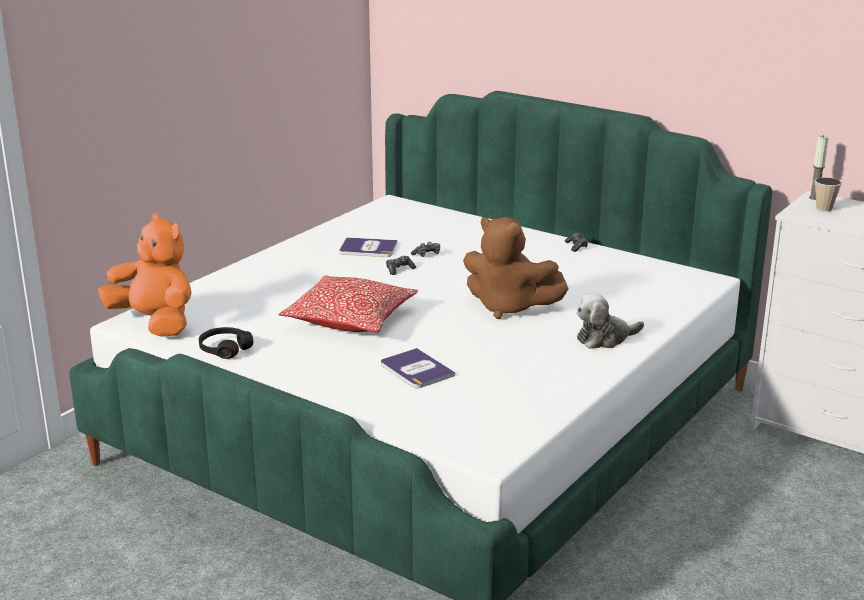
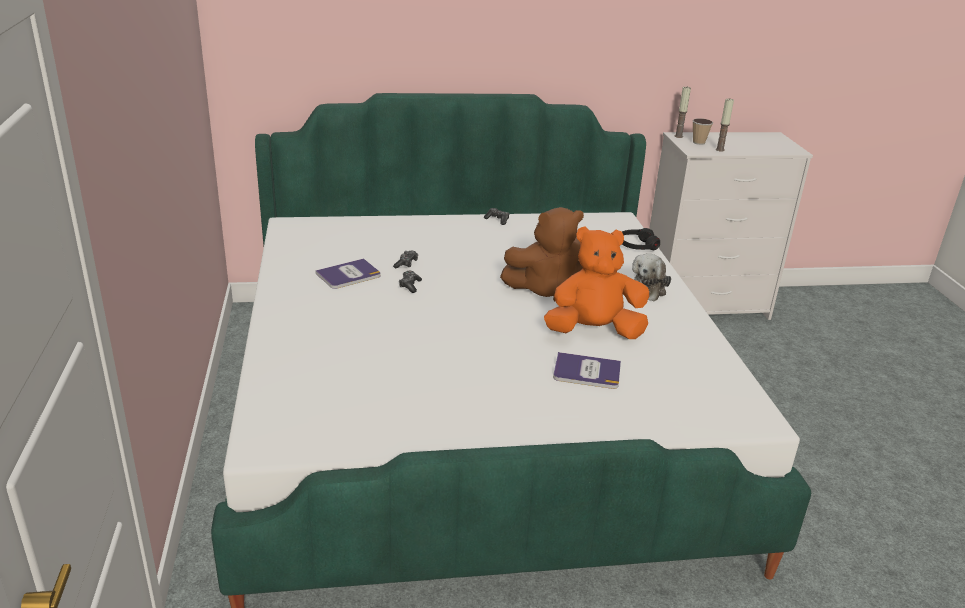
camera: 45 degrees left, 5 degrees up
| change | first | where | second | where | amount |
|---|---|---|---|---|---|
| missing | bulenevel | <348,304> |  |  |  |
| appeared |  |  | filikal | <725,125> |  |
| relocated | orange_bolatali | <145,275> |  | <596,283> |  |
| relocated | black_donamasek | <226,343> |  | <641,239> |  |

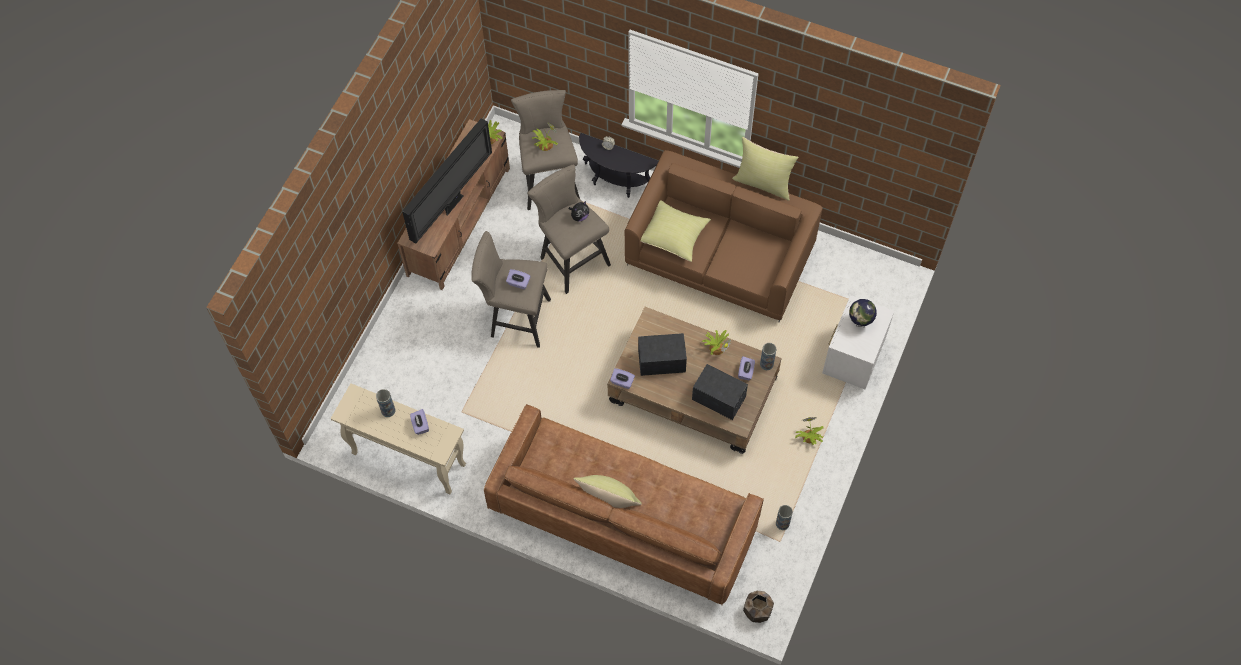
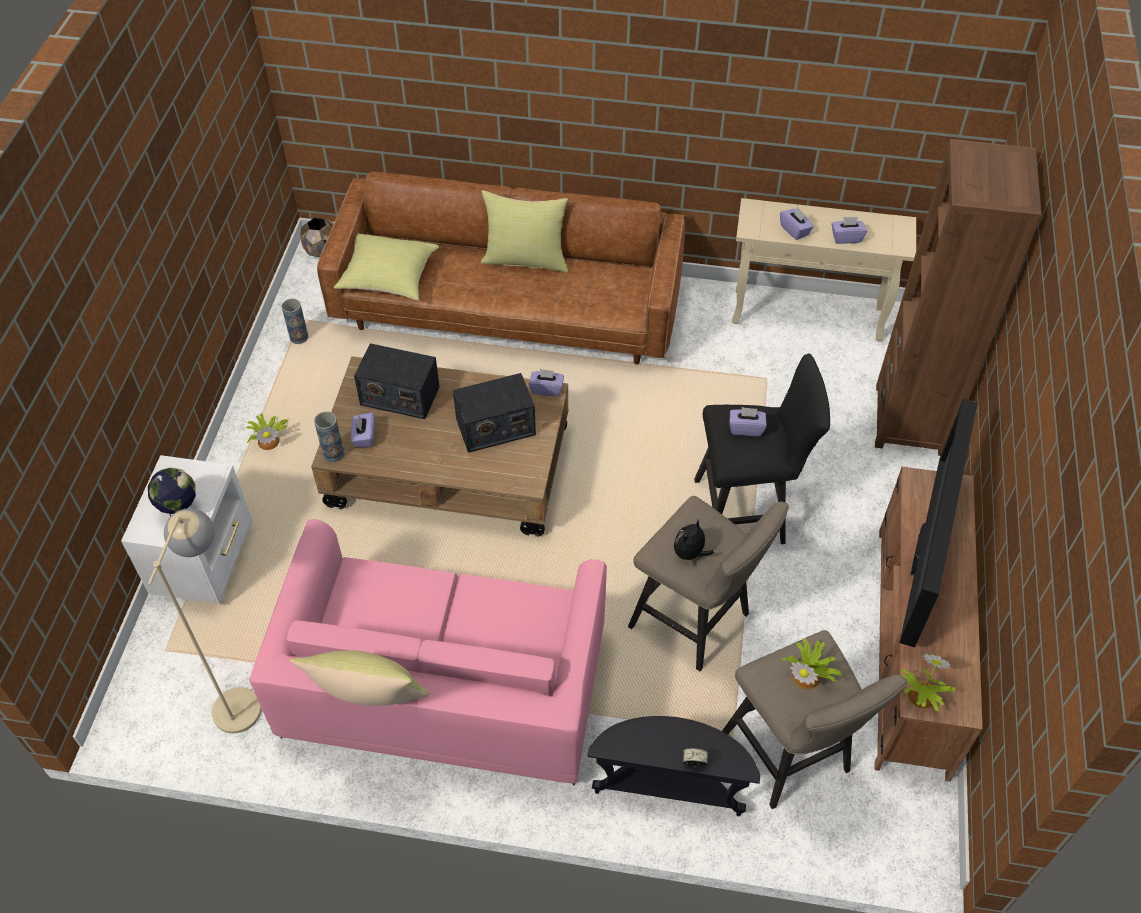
camera: 165 degrees right, 10 degrees down
| change | first | where | second | where | amount |
|---|---|---|---|---|---|
| missing | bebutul | <716,342> |  |  |  |
| appeared |  |  | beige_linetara | <205,620> |  |
| appeared |  |  | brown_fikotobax | <958,297> |  |
| relocated | yellow_bulenevel | <675,231> |  | <386,267> |  |
| exchanged | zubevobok | <385,403> | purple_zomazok | <849,230> |  |
| colour | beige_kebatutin | <511,289> | black_kebatutin | <762,449> |  |
| colour | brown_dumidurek | <724,236> | pink_dumidurek | <428,652> |  |

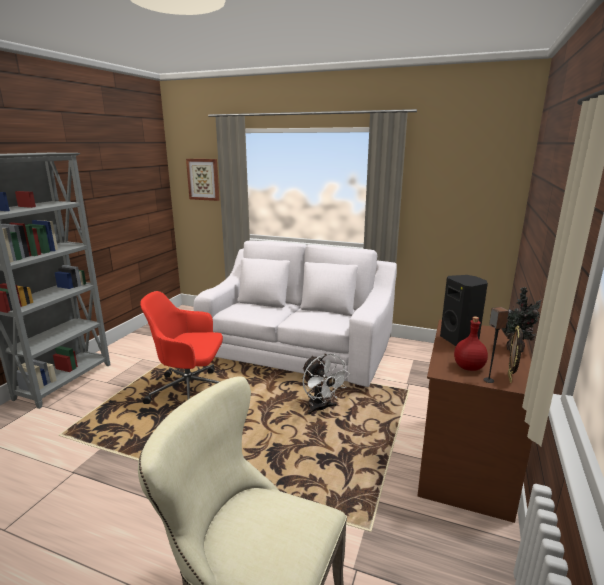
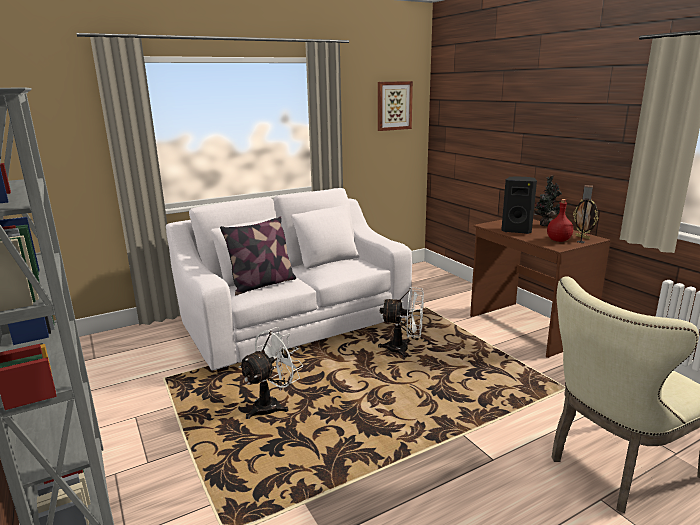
camera: 50 degrees left, 0 degrees up
| change | first | where | second | where | amount |
|---|---|---|---|---|---|
| appeared |  |  | bulenevel | <258,255> |  |
| relocated | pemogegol | <202,180> |  | <395,106> |  |
| exchanged | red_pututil | <181,347> | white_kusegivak | <270,373> |  |

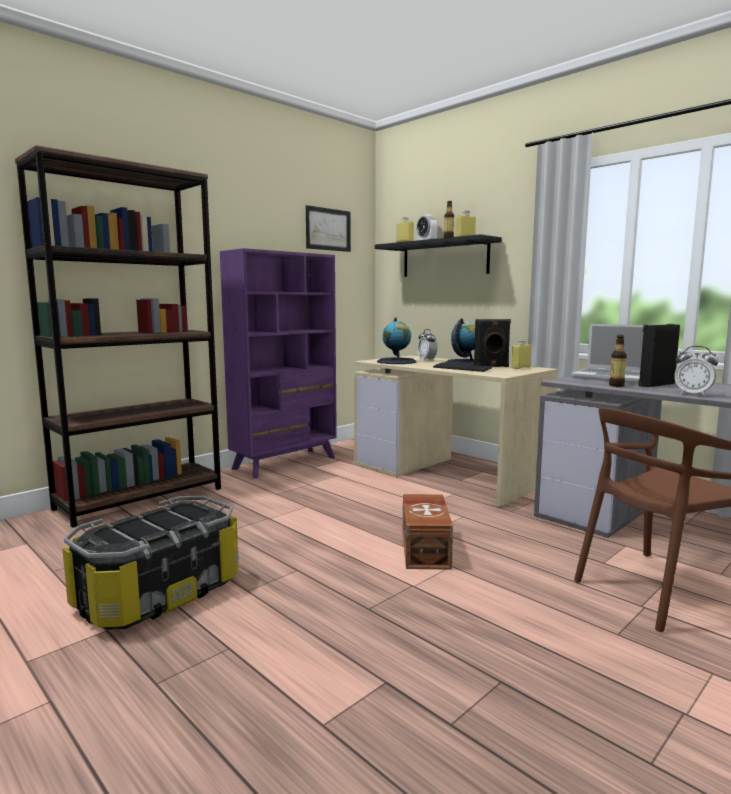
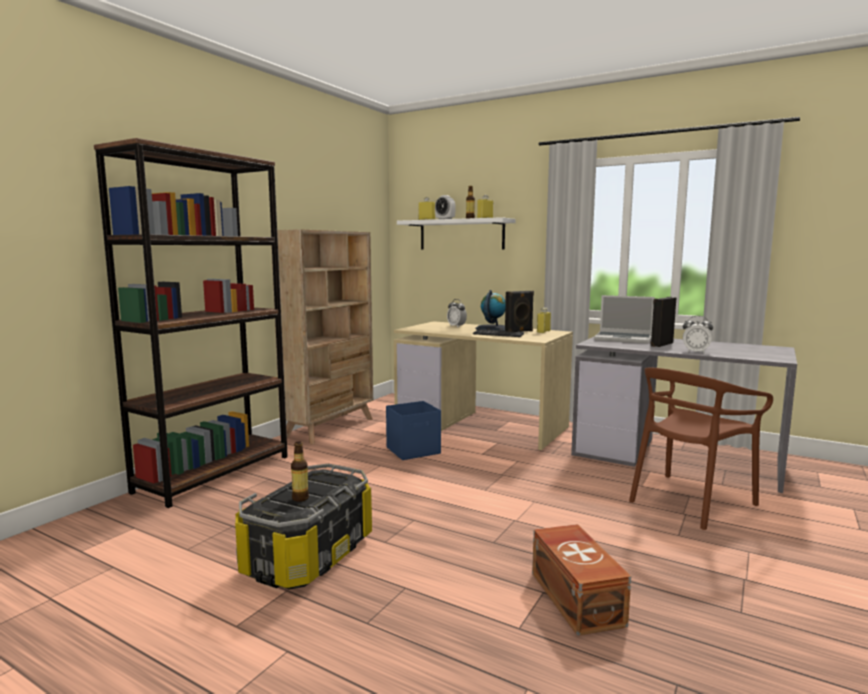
camera: 15 degrees left, 0 degrees up
| change | first | where | second | where | amount |
|---|---|---|---|---|---|
| missing | pemogegol | <328,228> |  |  |  |
| missing | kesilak | <396,340> |  |  |  |
| appeared |  |  | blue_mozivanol | <413,430> |  |
| relocated | brown_mozivanol | <428,532> |  | <581,580> |  |
| relocated | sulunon | <618,361> |  | <300,472> |  |
| colour | purple_fikotobax | <278,363> | beige_fikotobax | <321,336> |  |
| colour | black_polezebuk | <438,255> | white_polezebuk | <456,233> |  |

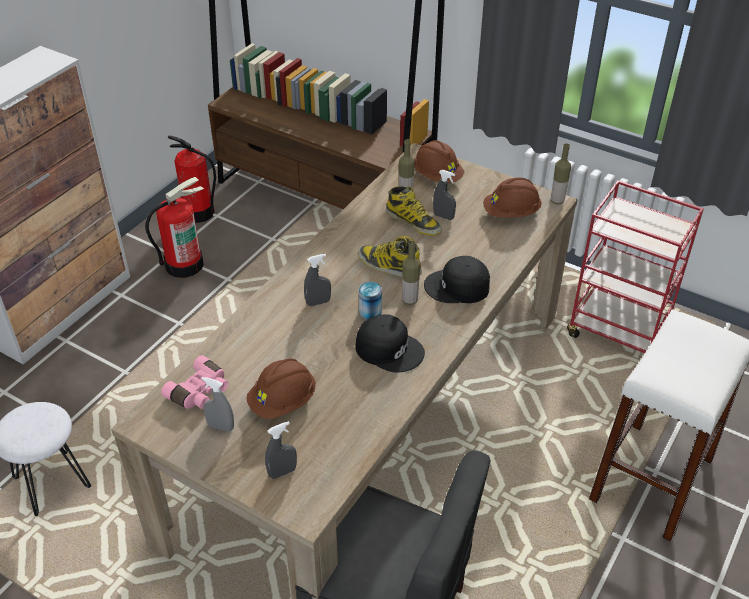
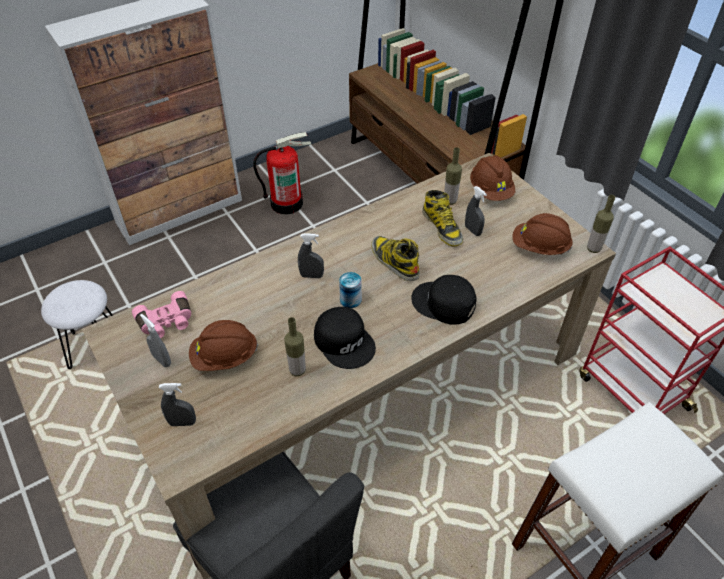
camera: 25 degrees right, 5 degrees up
| change | first | where | second | where | amount |
|---|---|---|---|---|---|
| missing | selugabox | <192,179> |  |  |  |
| relocated | sulunon | <411,273> |  | <295,346> |  |

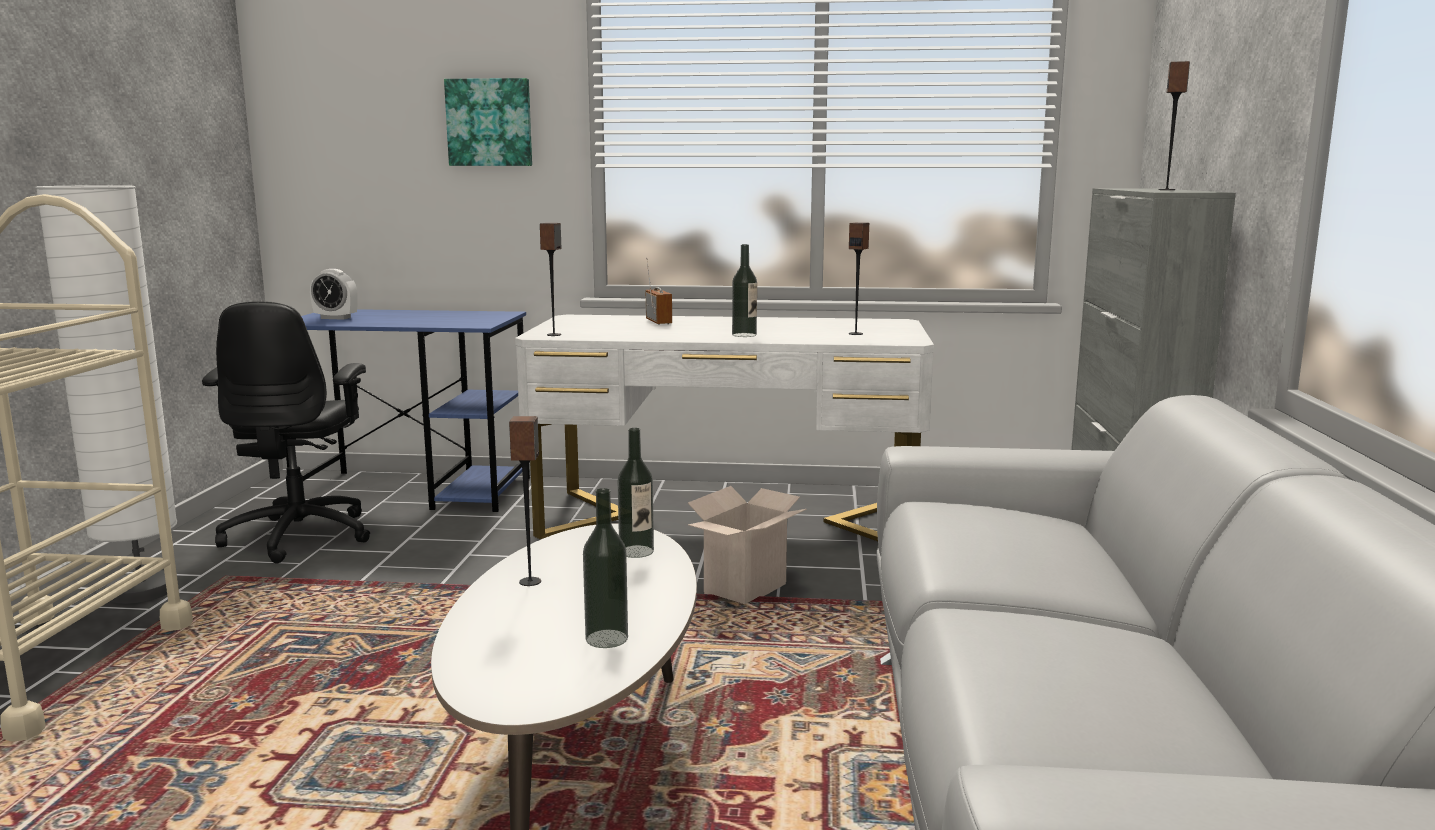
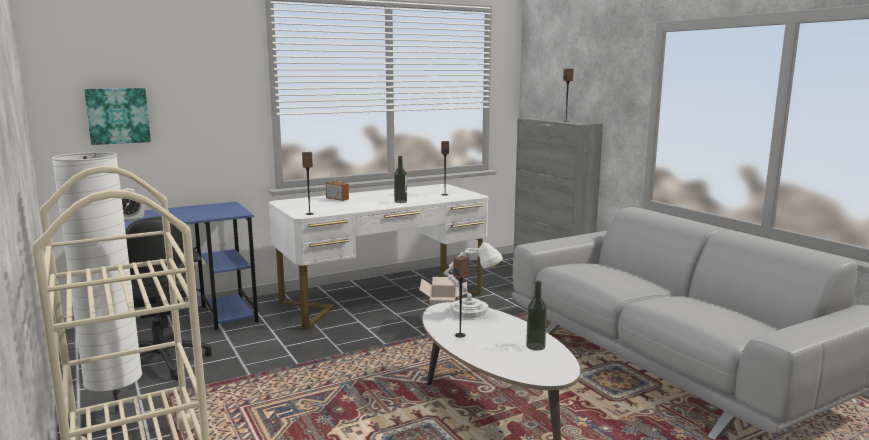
camera: 35 degrees left, 0 degrees up
| change | first | where | second | where | amount |
|---|---|---|---|---|---|
| relocated | pemogegol | <488,122> |  | <117,116> |  |
| exchanged | sulunon | <636,493> | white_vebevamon | <473,281> |  |

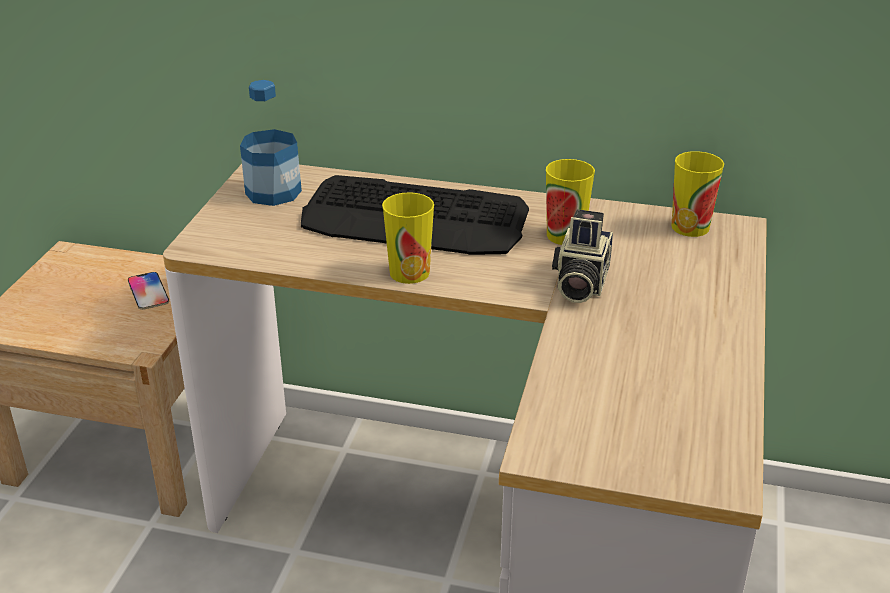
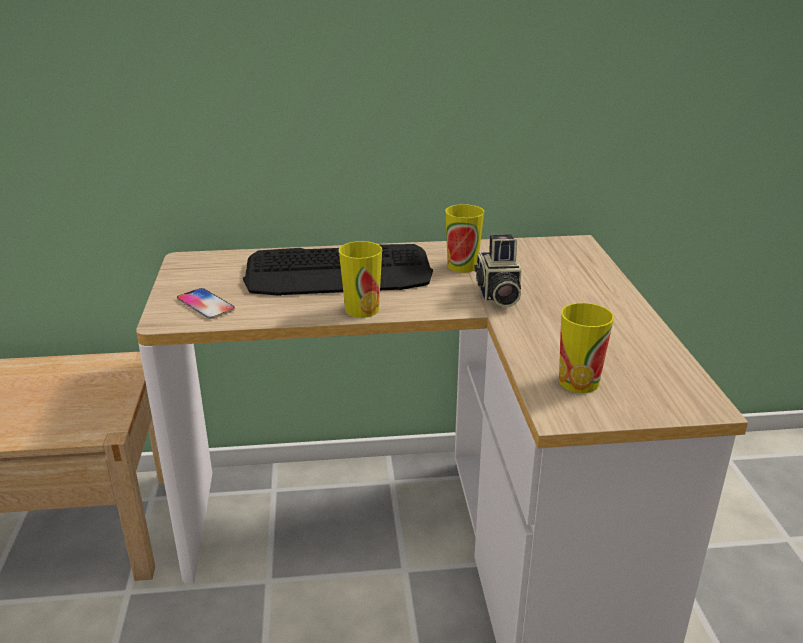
camera: 20 degrees left, 5 degrees down
| change | first | where | second | where | amount |
|---|---|---|---|---|---|
| missing | sulunon | <271,143> |  |  |  |
| relocated | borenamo | <148,291> |  | <206,303> |  |
| relocated | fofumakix | <698,194> |  | <586,348> |  |

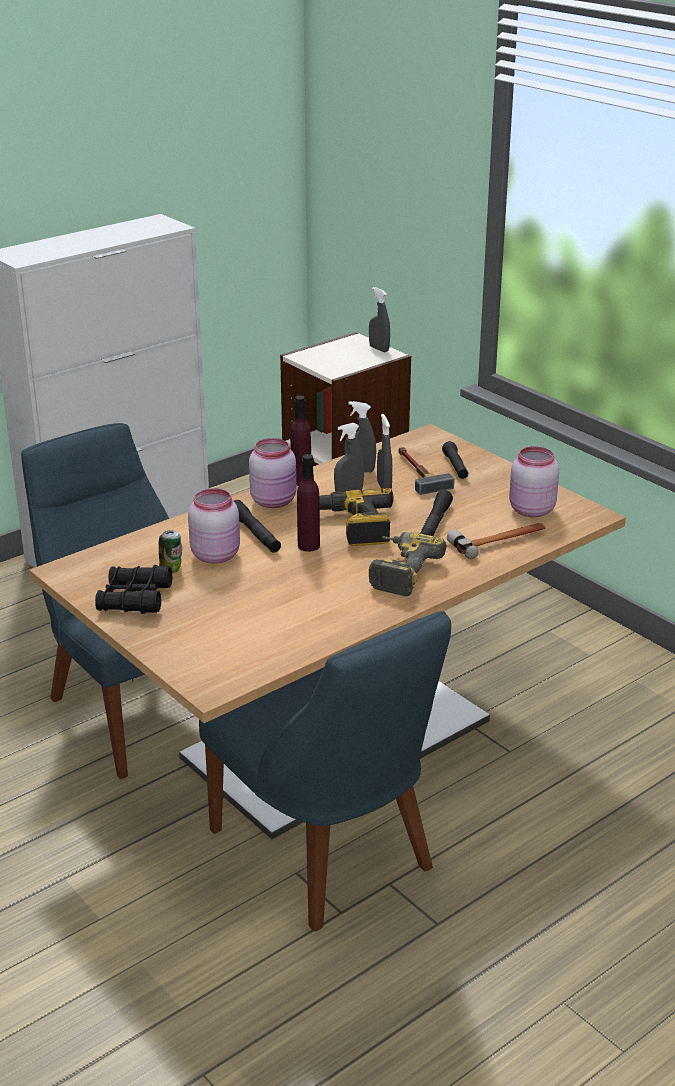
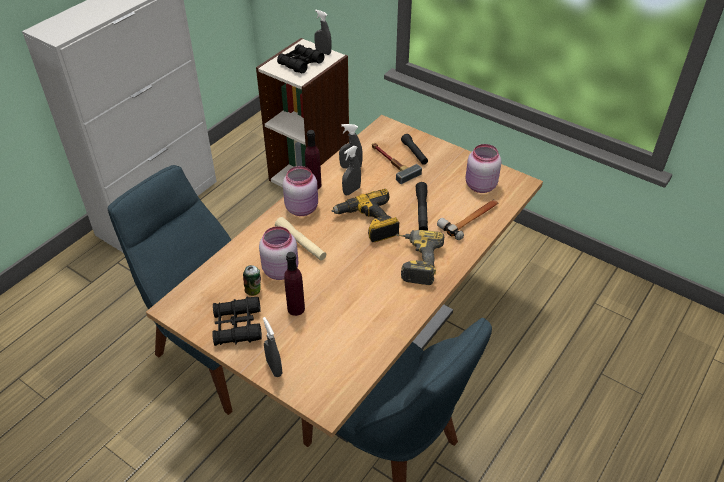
camera: 15 degrees left, 15 degrees up
| change | first | where | second | where | amount |
|---|---|---|---|---|---|
| appeared |  |  | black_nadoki | <300,58> |  |
| relocated | purple_sulunon | <308,503> |  | <294,284> |  |
| relocated | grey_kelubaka | <384,451> |  | <272,347> |  |
| colour | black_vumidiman | <257,526> | beige_vumidiman | <300,239> |  |

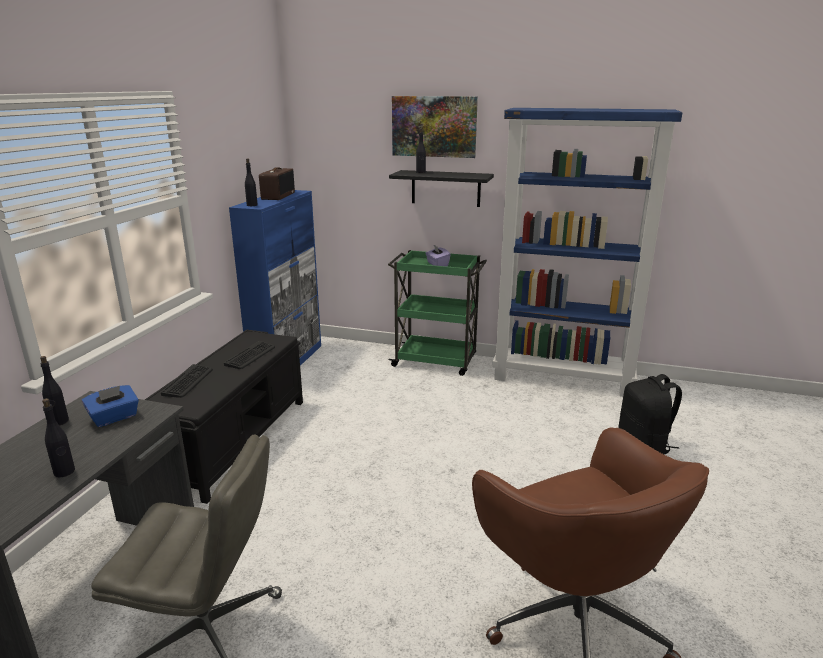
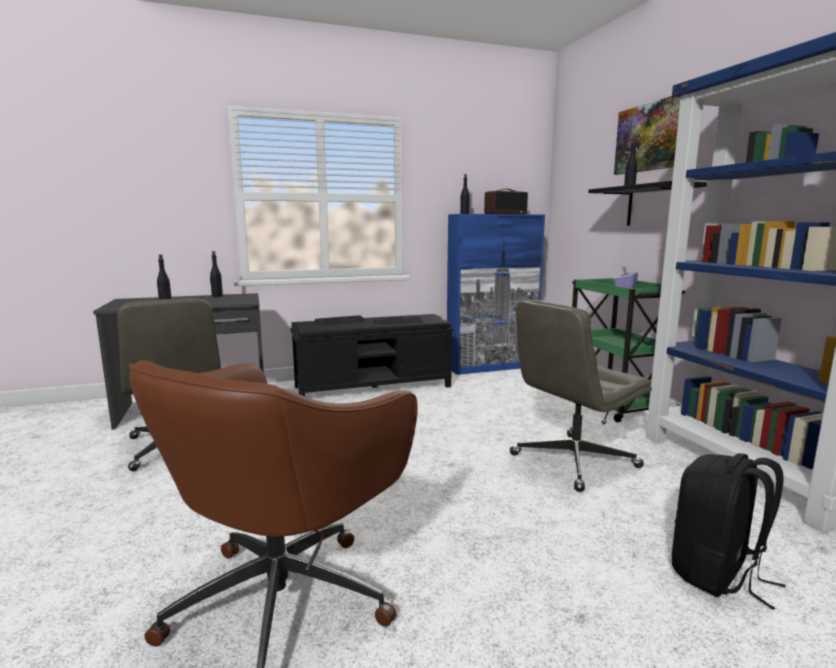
camera: 55 degrees right, 10 degrees down
| change | first | where | second | where | amount |
|---|---|---|---|---|---|
| missing | blue_zomazok | <110,406> |  |  |  |
| appeared |  |  | grey_pututil | <581,396> |  |

